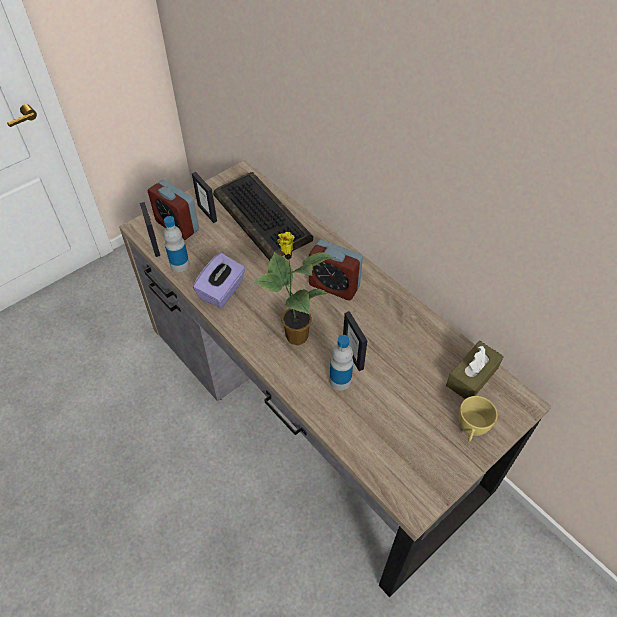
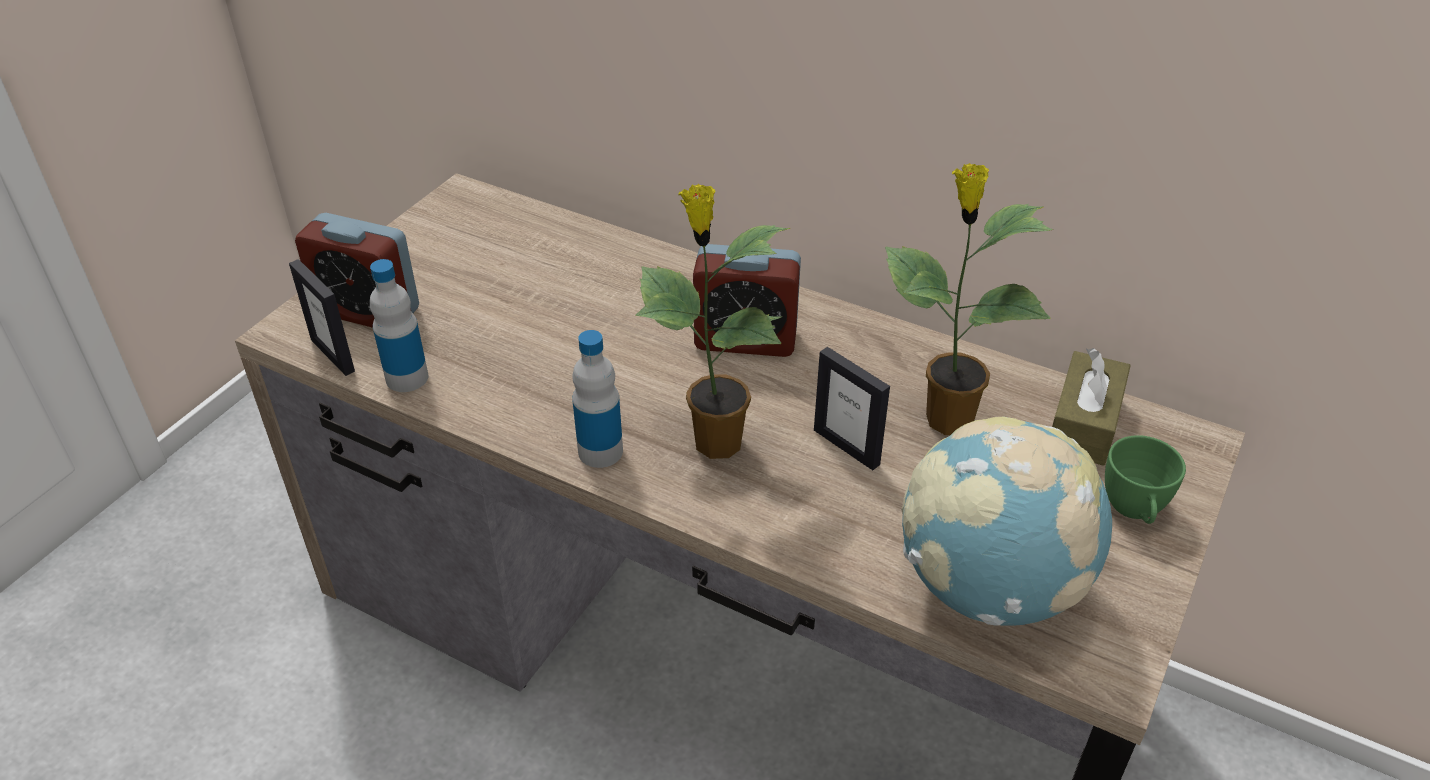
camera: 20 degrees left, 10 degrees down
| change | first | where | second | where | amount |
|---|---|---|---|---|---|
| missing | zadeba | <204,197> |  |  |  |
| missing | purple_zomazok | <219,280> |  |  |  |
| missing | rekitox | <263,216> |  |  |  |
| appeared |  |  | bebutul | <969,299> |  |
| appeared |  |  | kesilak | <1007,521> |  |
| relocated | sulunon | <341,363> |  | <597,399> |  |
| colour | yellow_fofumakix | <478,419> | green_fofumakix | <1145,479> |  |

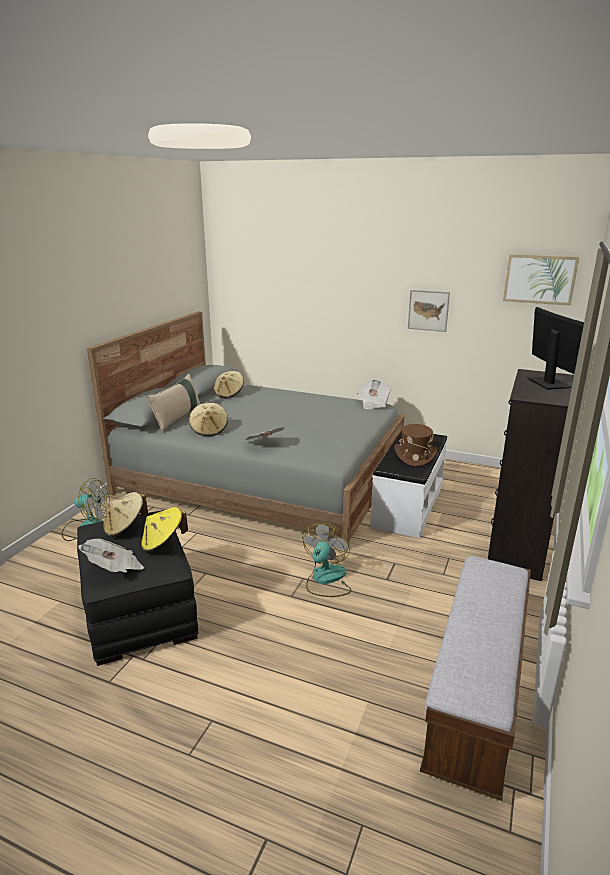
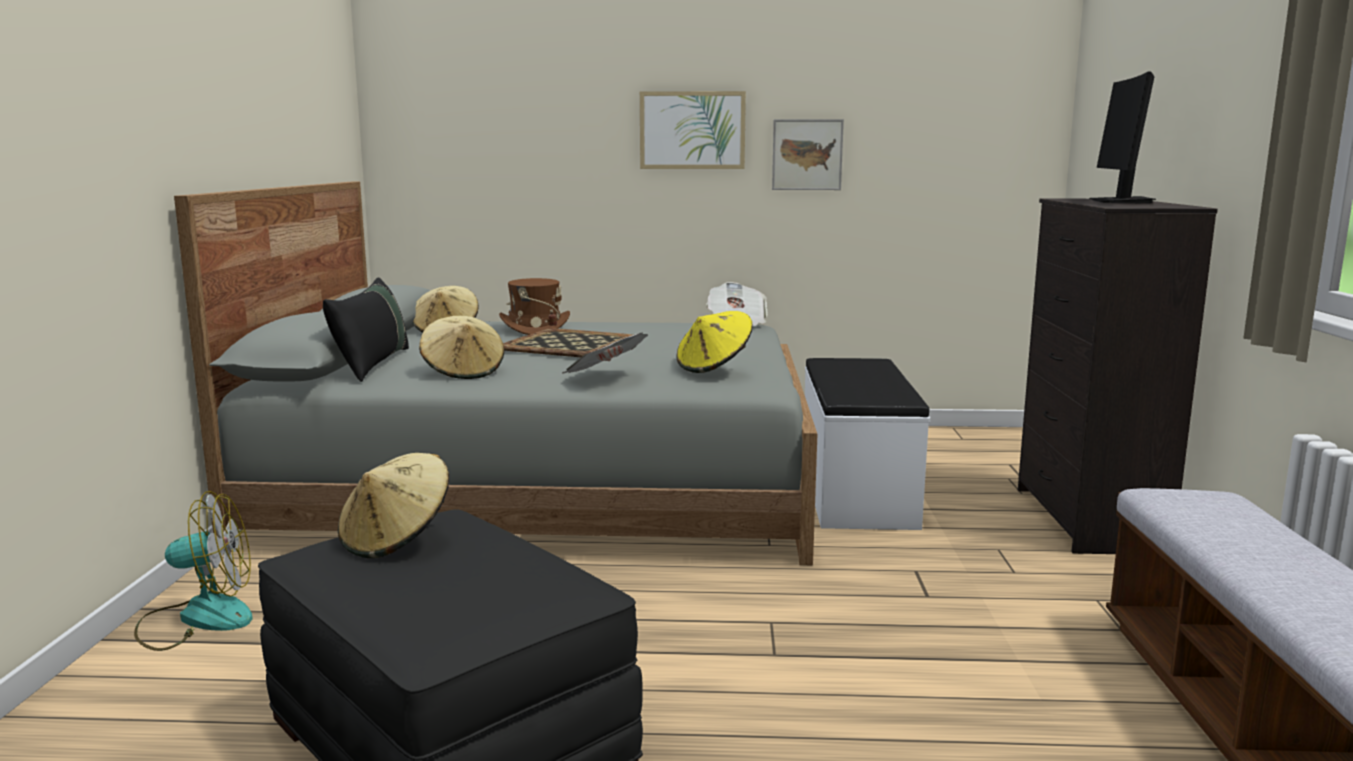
camera: 20 degrees left, 10 degrees down
| change | first | where | second | where | amount |
|---|---|---|---|---|---|
| missing | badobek | <111,555> |  |  |  |
| missing | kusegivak | <327,560> |  |  |  |
| appeared |  |  | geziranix | <568,342> |  |
| relocated | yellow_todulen | <164,529> |  | <714,342> |  |
| relocated | brown_todulen | <415,445> |  | <534,306> |  |
| relocated | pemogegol | <541,280> |  | <693,130> |  |
| colour | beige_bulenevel | <174,403> | black_bulenevel | <366,329> |  |
| spun | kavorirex | <555,348> |  | <1122,137> | 135 degrees counterclockwise |

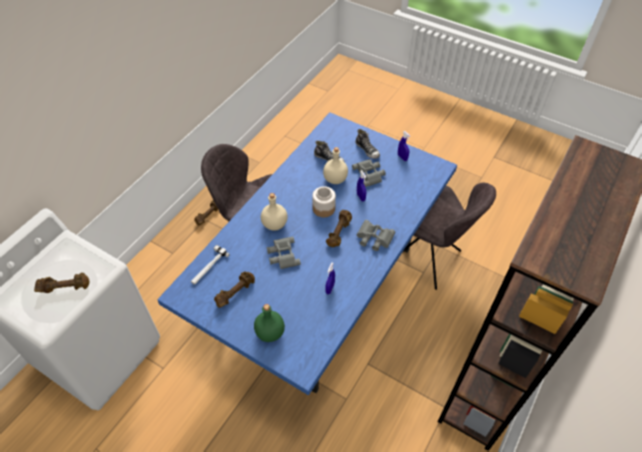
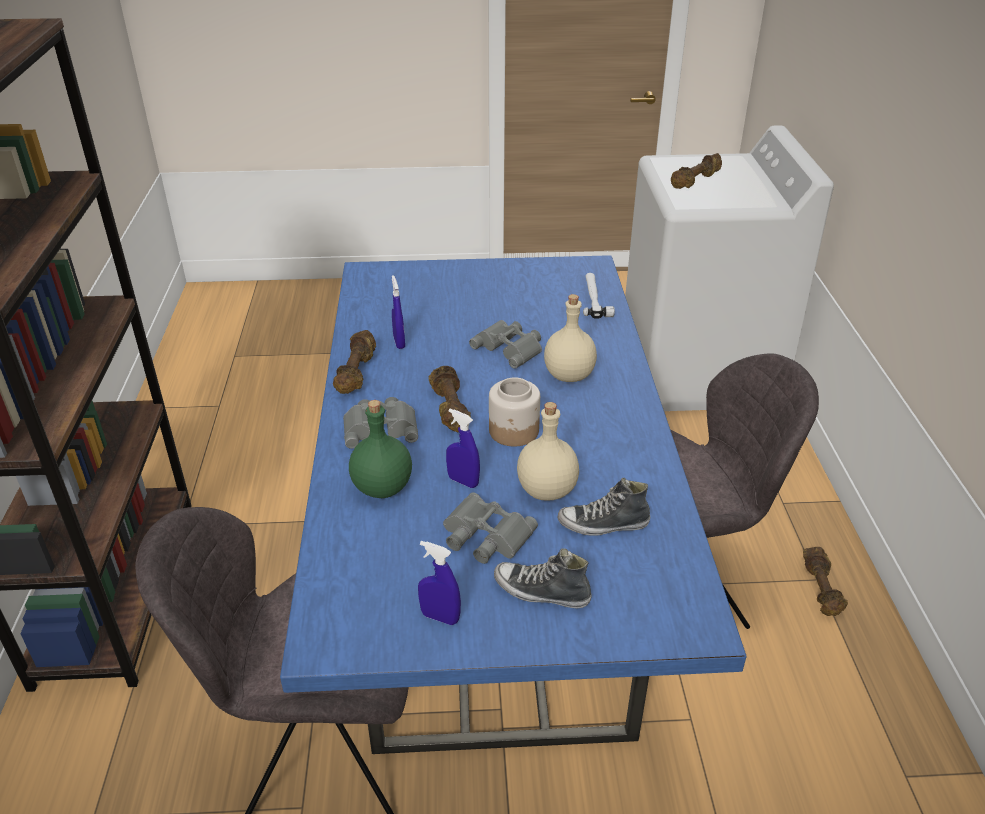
camera: 145 degrees right, 15 degrees down
| change | first | where | second | where | amount |
|---|---|---|---|---|---|
| relocated | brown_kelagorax | <234,289> |  | <354,362> |  |
| relocated | green_sulunon | <269,323> |  | <380,449> |  |

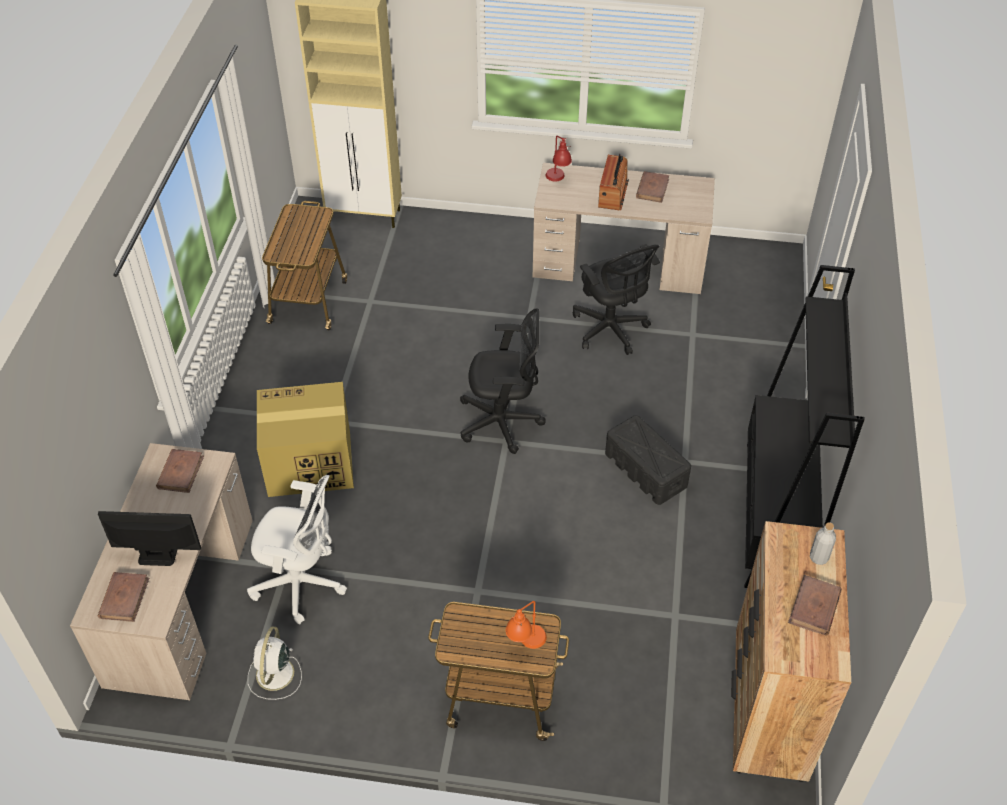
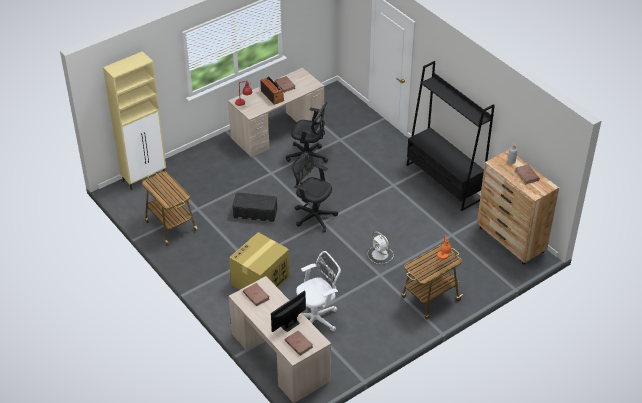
camera: 45 degrees left, 5 degrees down
| change | first | where | second | where | amount |
|---|---|---|---|---|---|
| relocated | white_kusegivak | <275,663> |  | <381,248> |  |
| relocated | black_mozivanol | <648,460> |  | <255,207> |  |
| spun | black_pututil | <503,381> |  | <314,192> | 105 degrees counterclockwise |

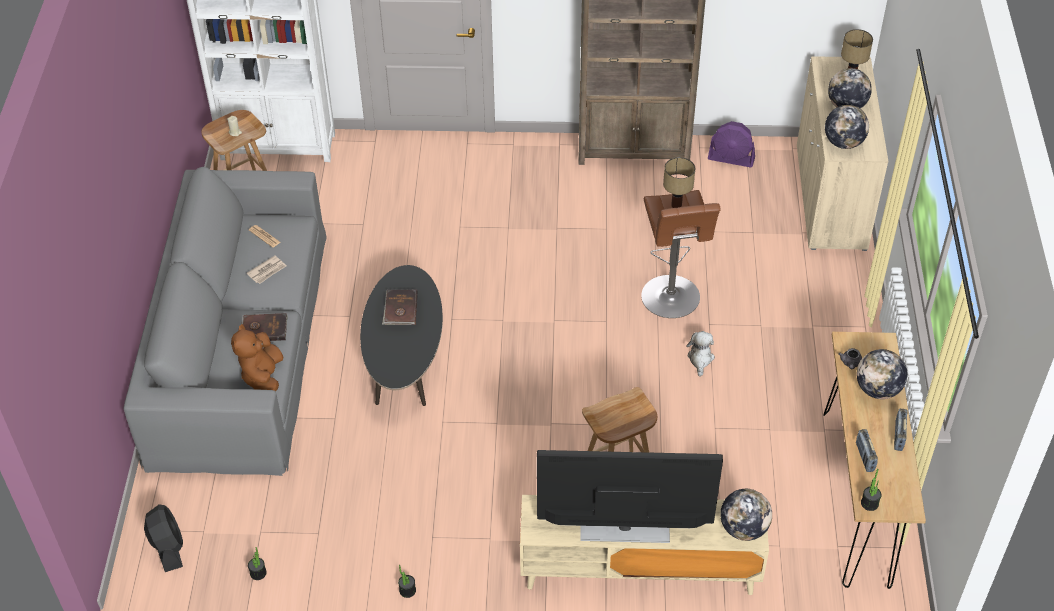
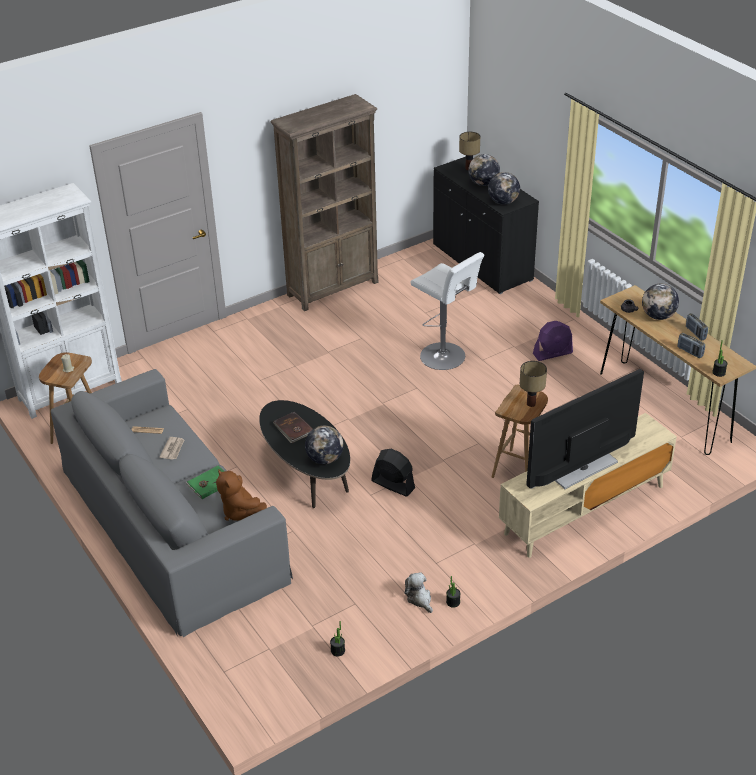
camera: 35 degrees left, 10 degrees down
| change | first | where | second | where | amount |
|---|---|---|---|---|---|
| relocated | black_kusegivak | <163,538> |  | <393,472> |  |
| relocated | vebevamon | <679,182> |  | <533,384> |  |
| relocated | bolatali | <700,353> |  | <418,592> |  |
| relocated | purple_kusegivak | <731,144> |  | <553,341> |  |
| relocated | kesilak | <746,515> |  | <324,445> |  |
| colour | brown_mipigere | <265,327> | green_mipigere | <205,482> |  |
| colour | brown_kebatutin | <680,254> | white_kebatutin | <448,311> |  |
| colour | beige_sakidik | <843,153> | black_sakidik | <486,225> |  |

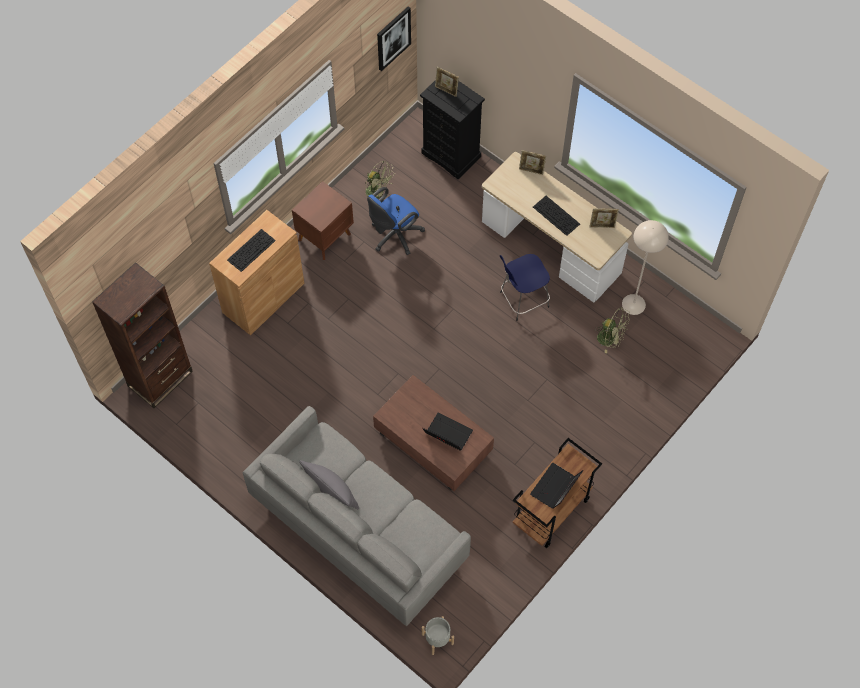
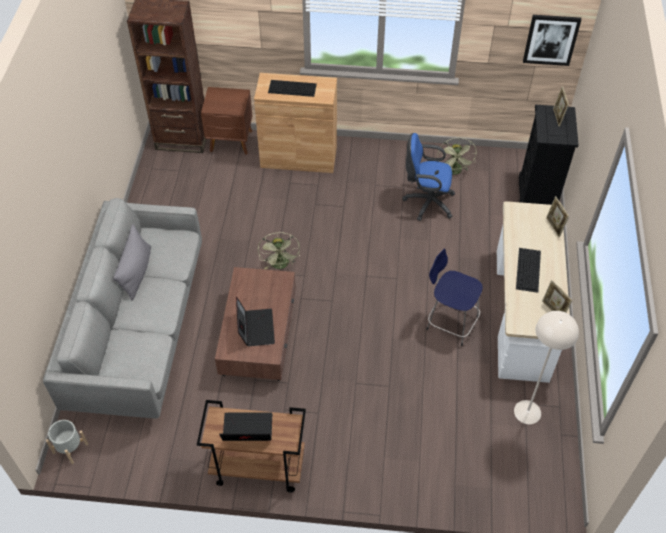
camera: 55 degrees right, 10 degrees down
| change | first | where | second | where | amount |
|---|---|---|---|---|---|
| relocated | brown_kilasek | <323,220> |  | <226,121> |  |
| relocated | green_kusegivak | <613,330> |  | <279,250> |  |

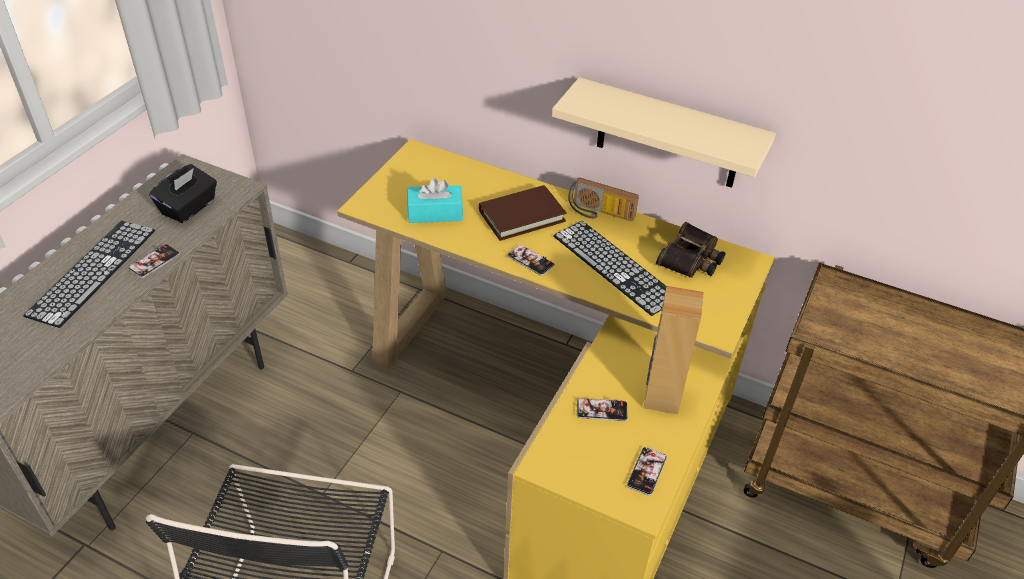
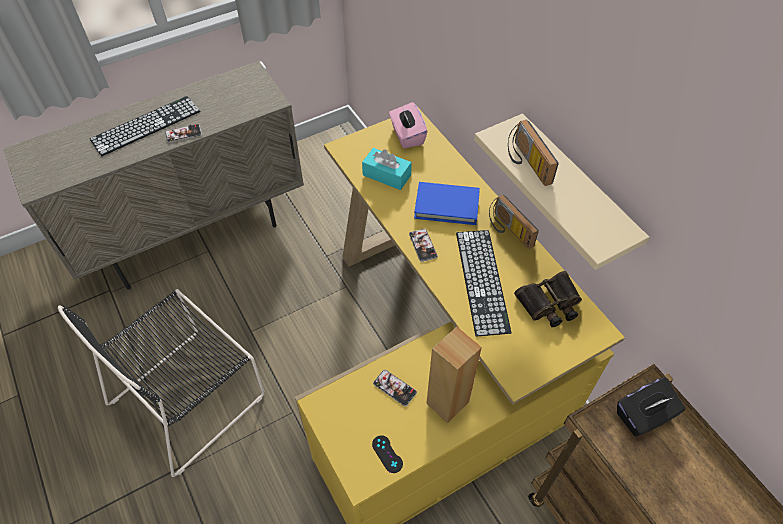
camera: 35 degrees right, 10 degrees up
| change | first | where | second | where | amount |
|---|---|---|---|---|---|
| appeared |  |  | pink_zomazok | <408,125> |  |
| appeared |  |  | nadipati | <533,153> |  |
| relocated | black_zomazok | <183,193> |  | <651,407> |  |
| exchanged | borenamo | <647,471> | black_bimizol | <387,454> |  |
| colour | brown_mipigere | <523,213> | blue_mipigere | <447,203> |  |

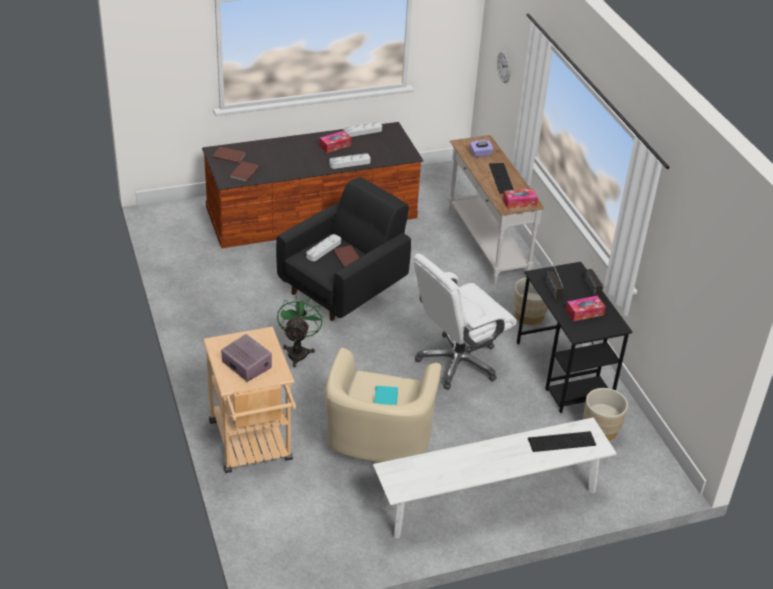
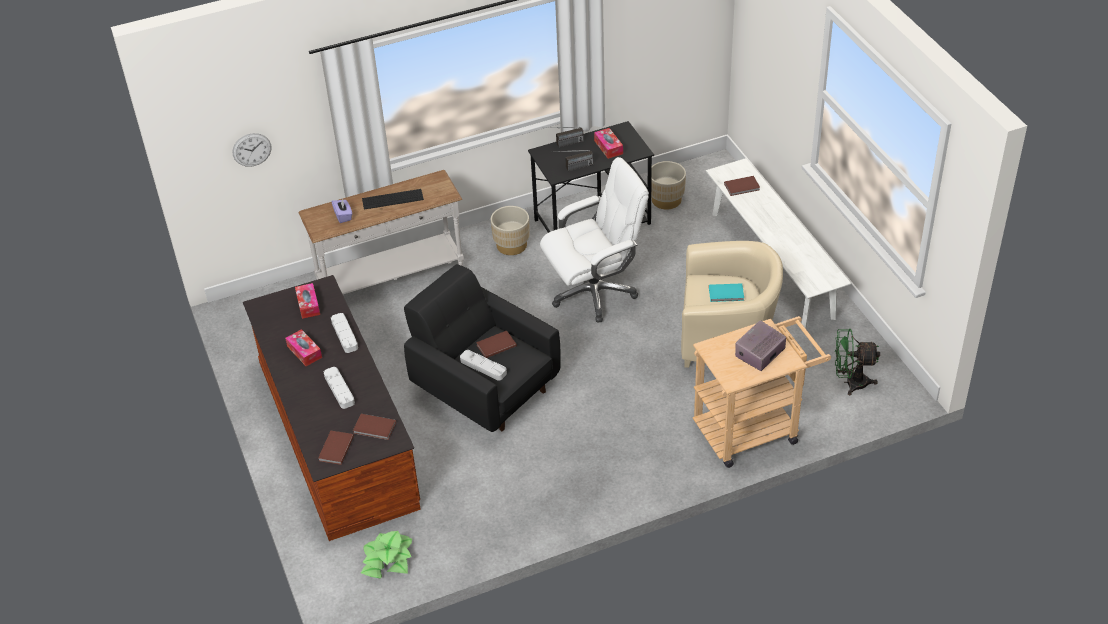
camera: 90 degrees left, 5 degrees up
| change | first | where | second | where | amount |
|---|---|---|---|---|---|
| appeared |  |  | bebutul | <386,554> |  |
| relocated | green_kusegivak | <300,332> |  | <857,362> |  |
| relocated | grey_geziranix | <362,129> |  | <339,388> |  |
| relocated | zomazok | <520,199> |  | <307,301> |  |
| exchanged | rekitox | <562,441> | brown_mipigere | <742,186> |  |
| spun | white_pututil | <465,321> |  | <594,240> | 75 degrees counterclockwise |

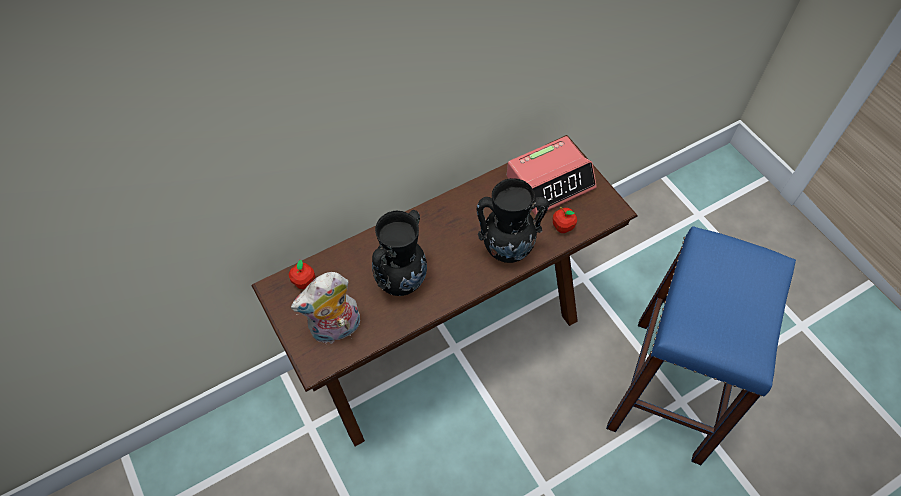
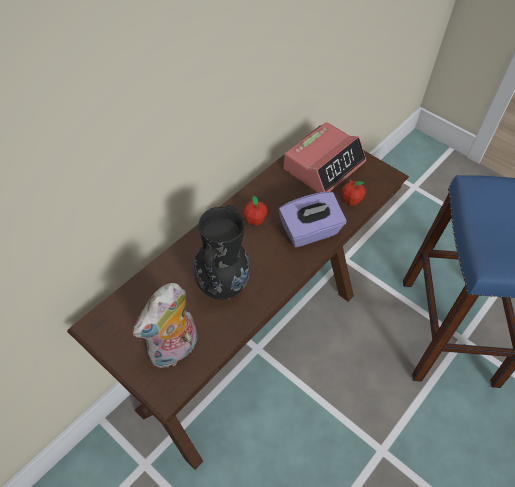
camera: 20 degrees left, 5 degrees down
| change | first | where | second | where | amount |
|---|---|---|---|---|---|
| relocated | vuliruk | <302,274> |  | <255,211> |  |
| exchanged | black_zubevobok | <513,220> | purple_zomazok | <313,219> |  |

